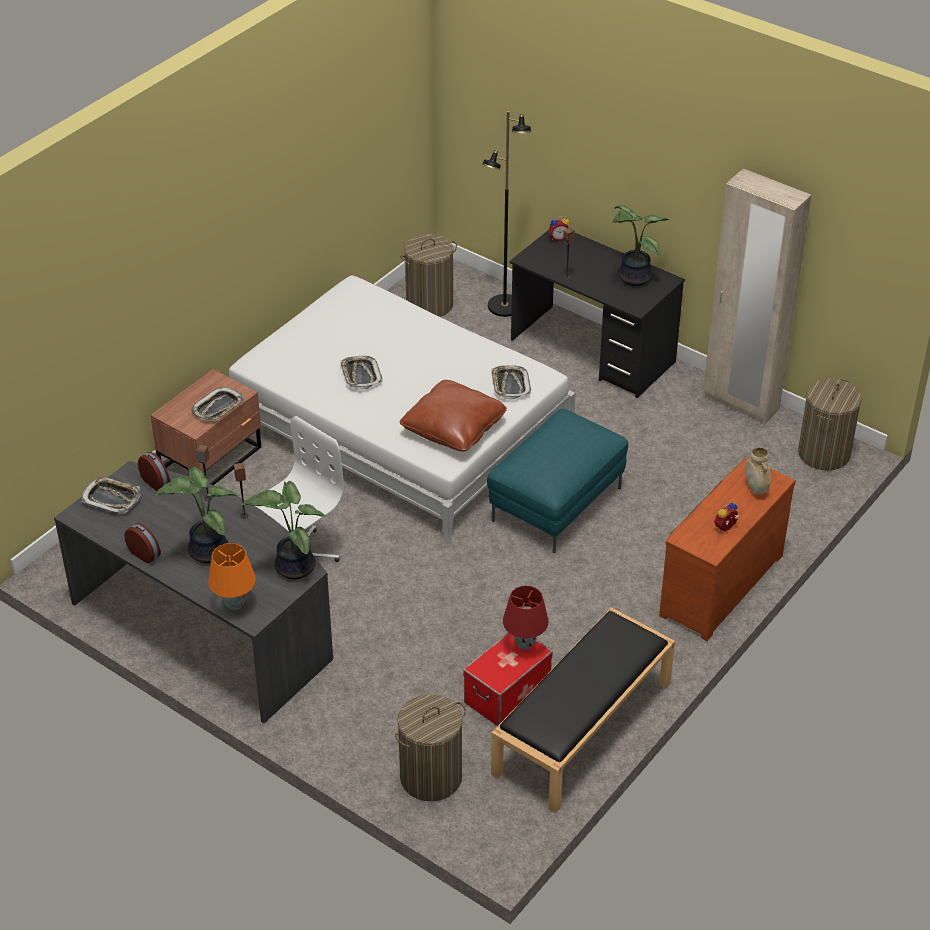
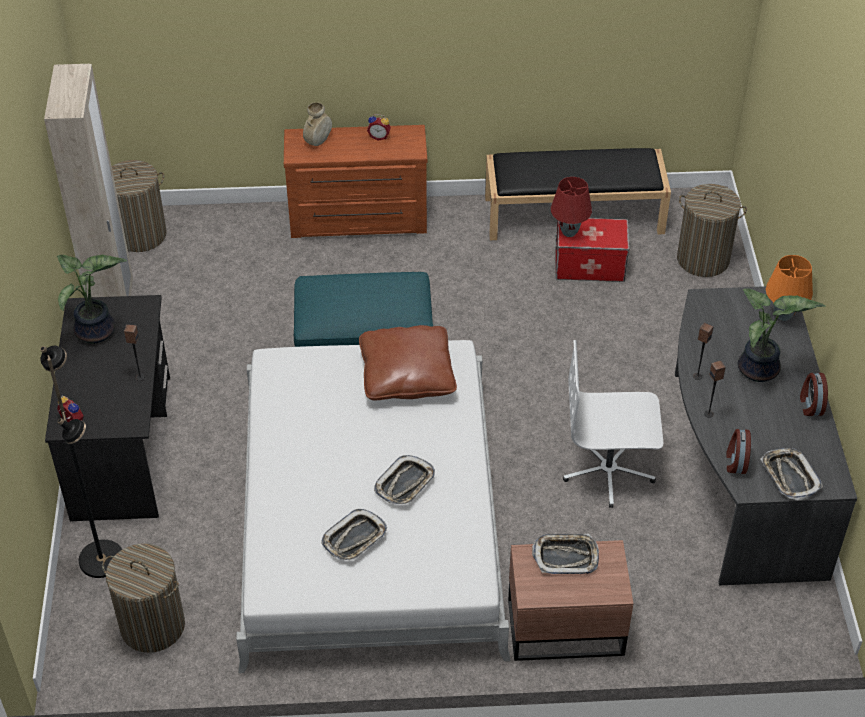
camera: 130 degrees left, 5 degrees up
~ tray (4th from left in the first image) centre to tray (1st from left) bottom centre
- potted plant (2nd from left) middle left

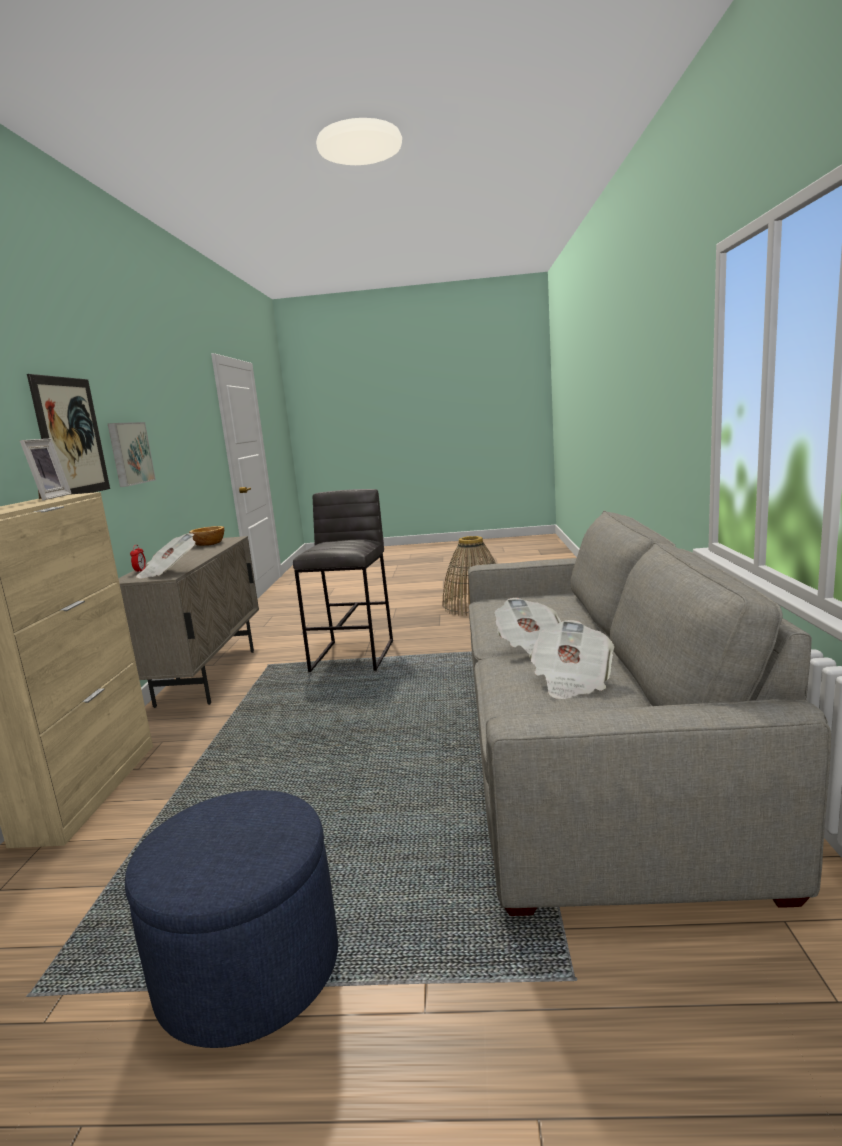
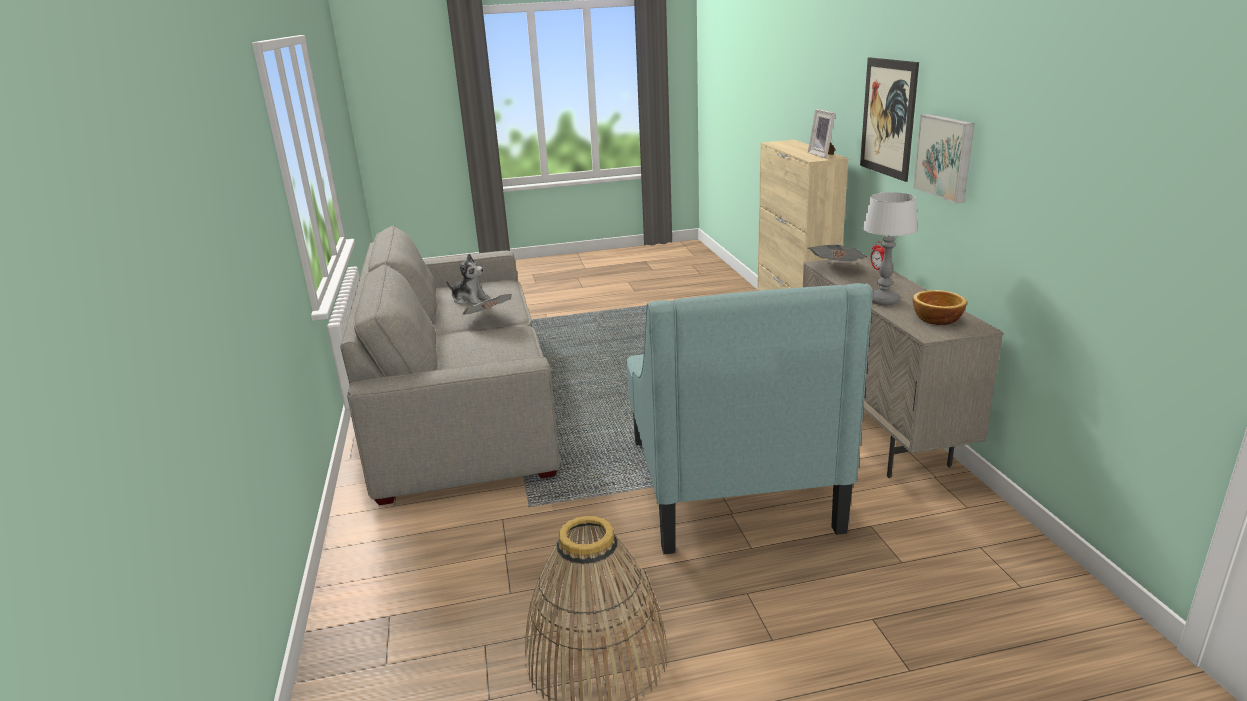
camera: 165 degrees right, 10 degrees up
~ newspaper (3rd from left) middle right to plush toy centre
~ stool/grey centre to armchair/turquoise centre
+ table lamp middle right
- ottoman/blue bottom left

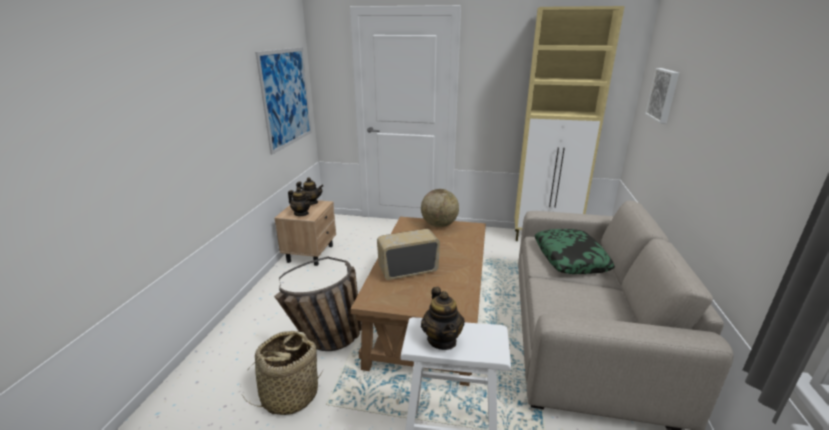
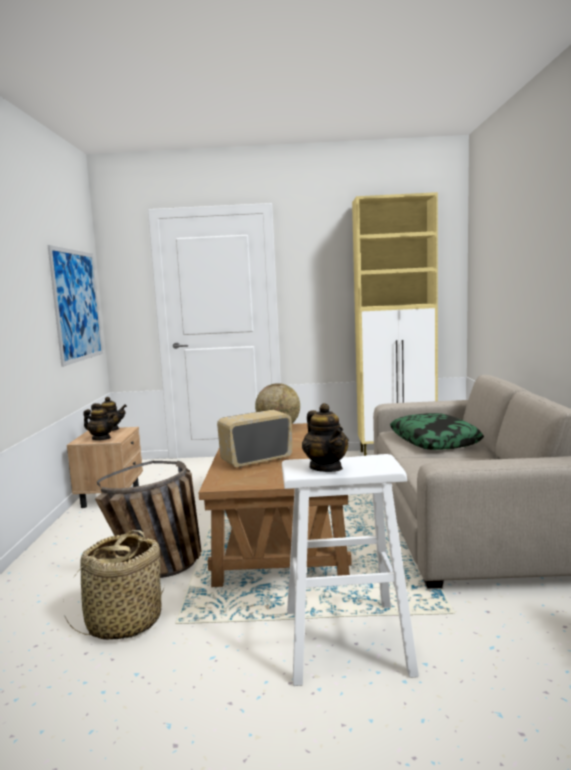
camera: 10 degrees left, 15 degrees down
- picture (2nd from left) top right

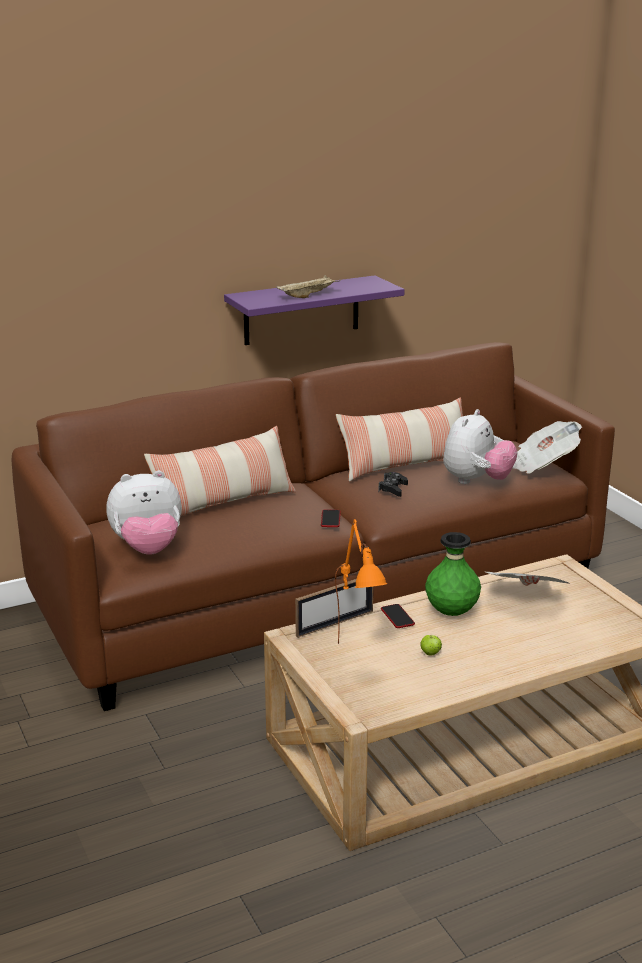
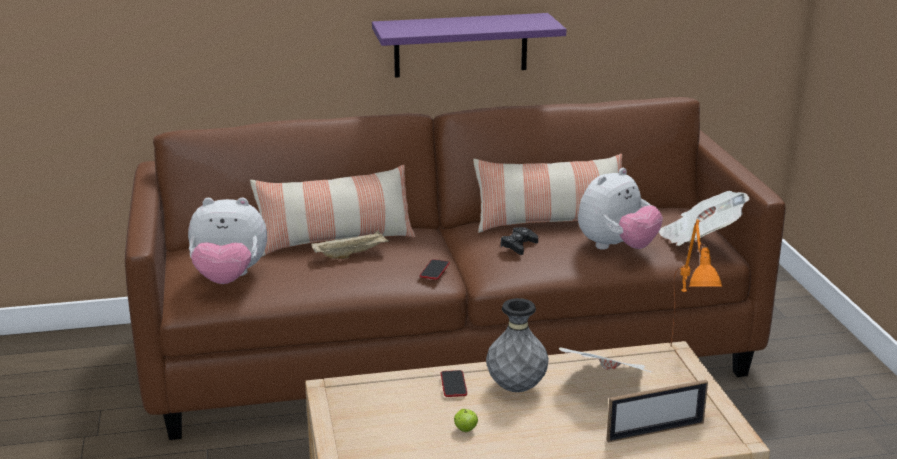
camera: 15 degrees right, 0 degrees up
~ tray/beige top centre to centre
~ vase/green middle right to vase/grey bottom centre
~ picture frame centre to bottom right
~ table lamp/orange centre to middle right

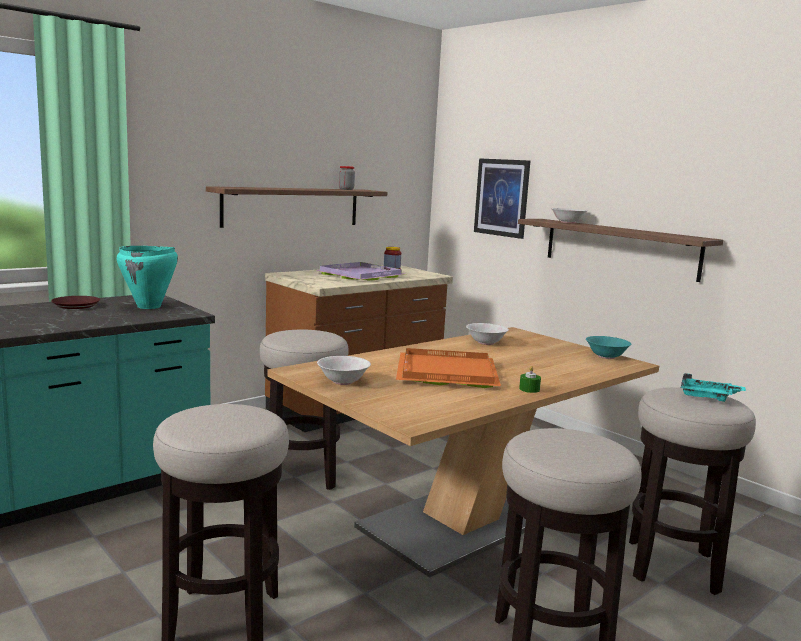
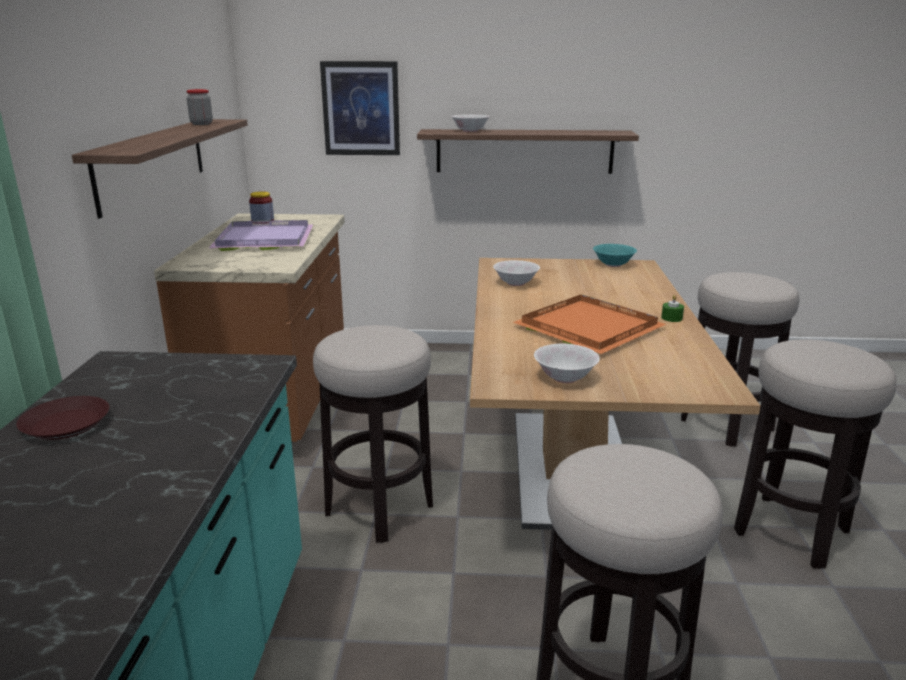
camera: 45 degrees left, 10 degrees up
- cooking pot/turquoise middle left
- tray/turquoise middle right

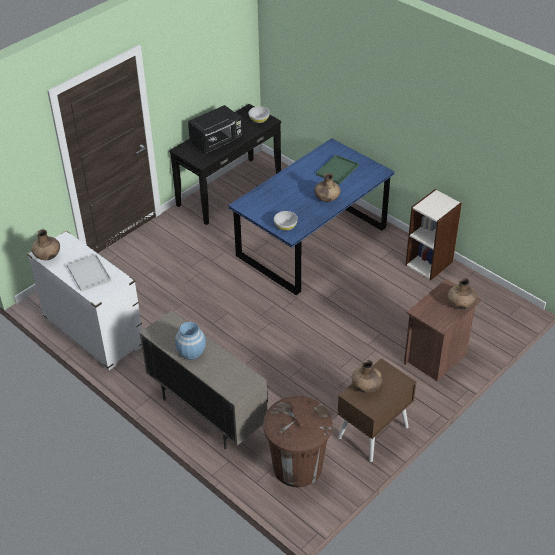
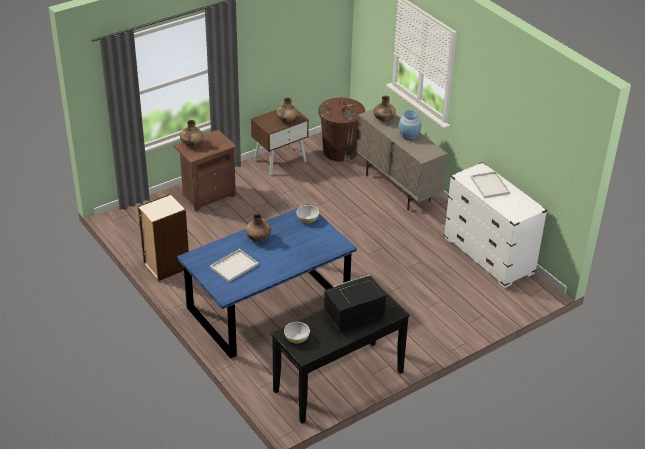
camera: 170 degrees left, 5 degrees down
~ tray/green top centre to tray/white (1st from left) centre
~ vase/brown (1st from left in the first image) middle left to vase/brown (4th from left) top centre

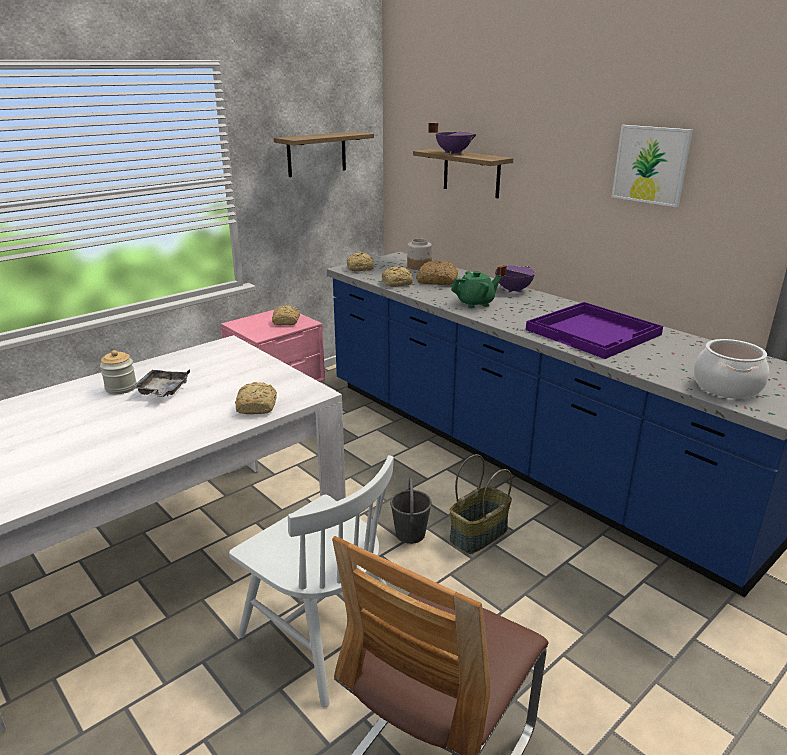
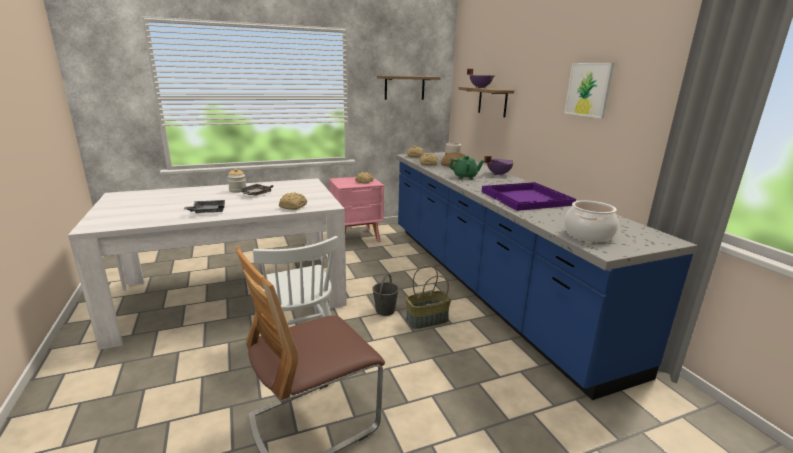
camera: 20 degrees right, 5 degrees down
+ tray/grey (1st from left) middle left

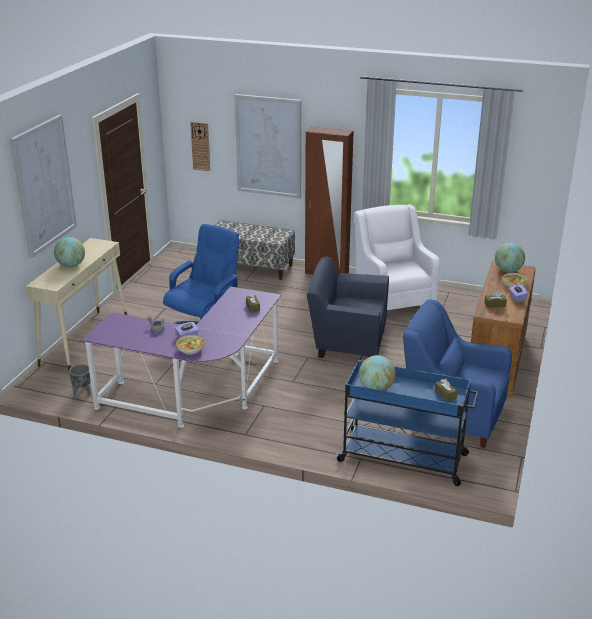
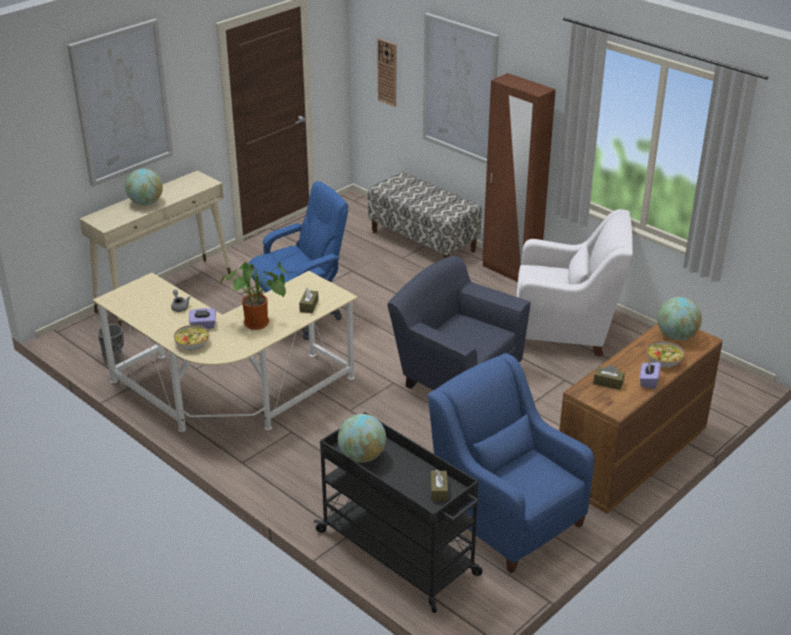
camera: 25 degrees right, 5 degrees up
~ desk/purple middle left to desk/beige middle left
+ potted plant middle left
~ cart/blue bottom right to cart/black bottom centre
~ armchair/white middle right = middle right 90 degrees clockwise

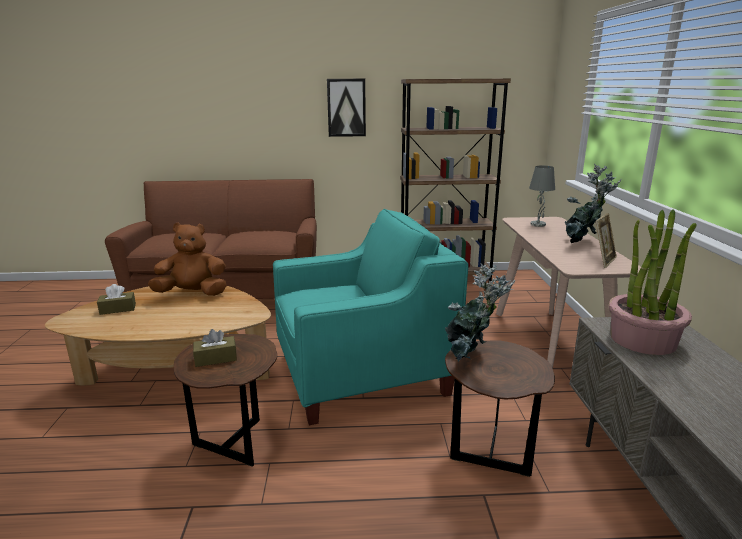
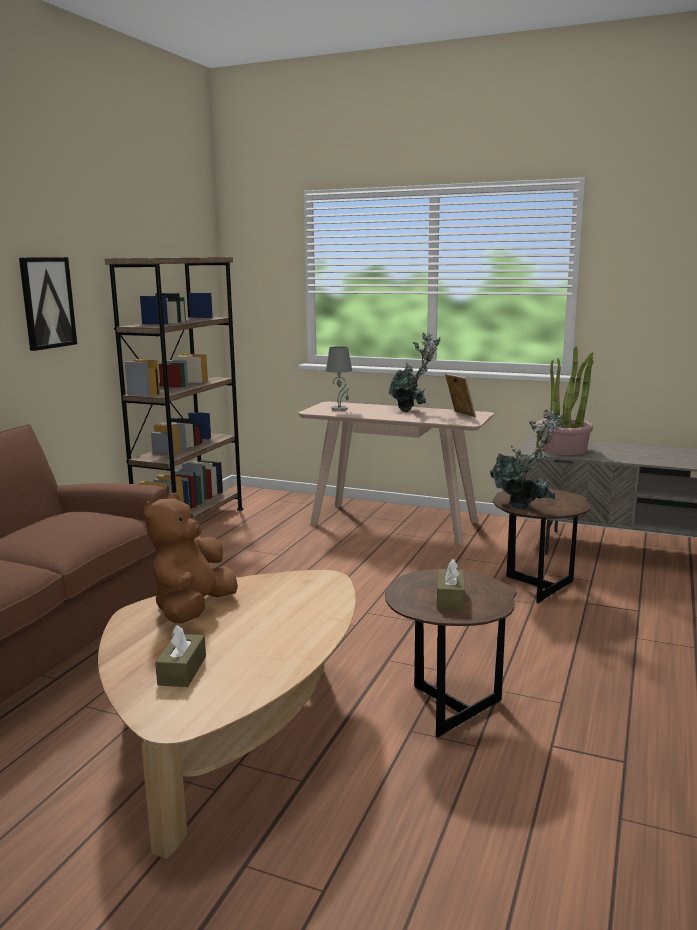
camera: 65 degrees left, 5 degrees down
- armchair/turquoise centre

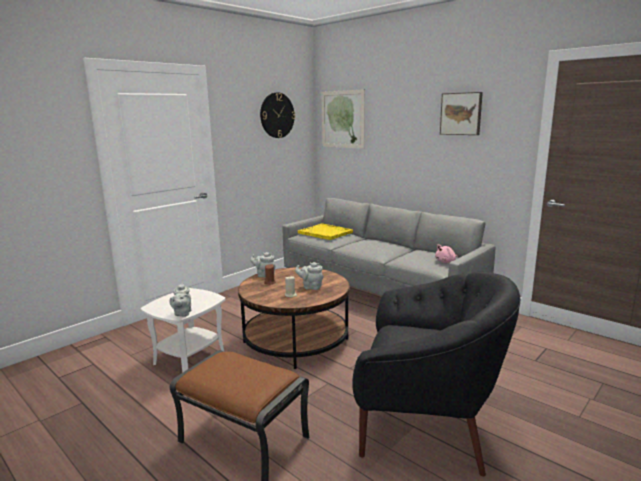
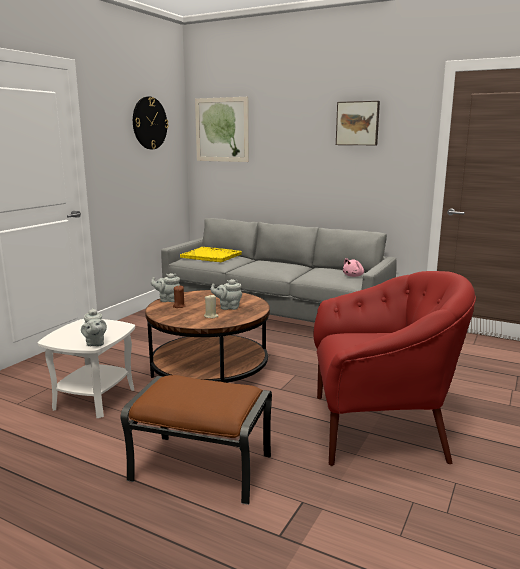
camera: 15 degrees left, 0 degrees up
~ armchair/black bottom right to armchair/red middle right

